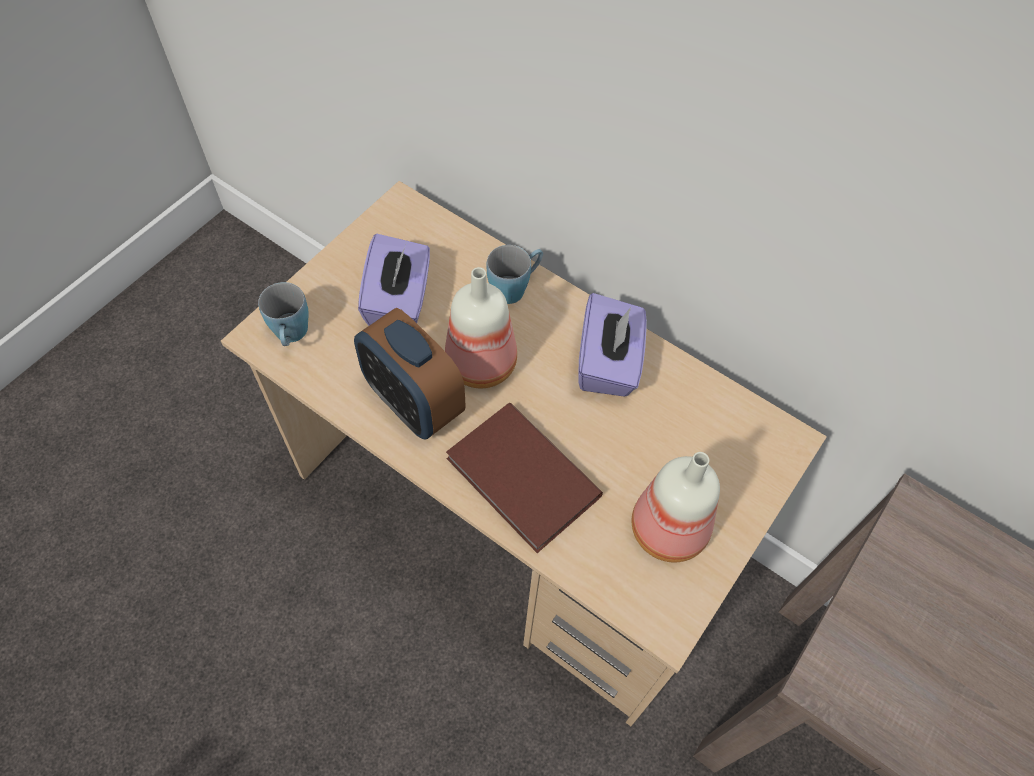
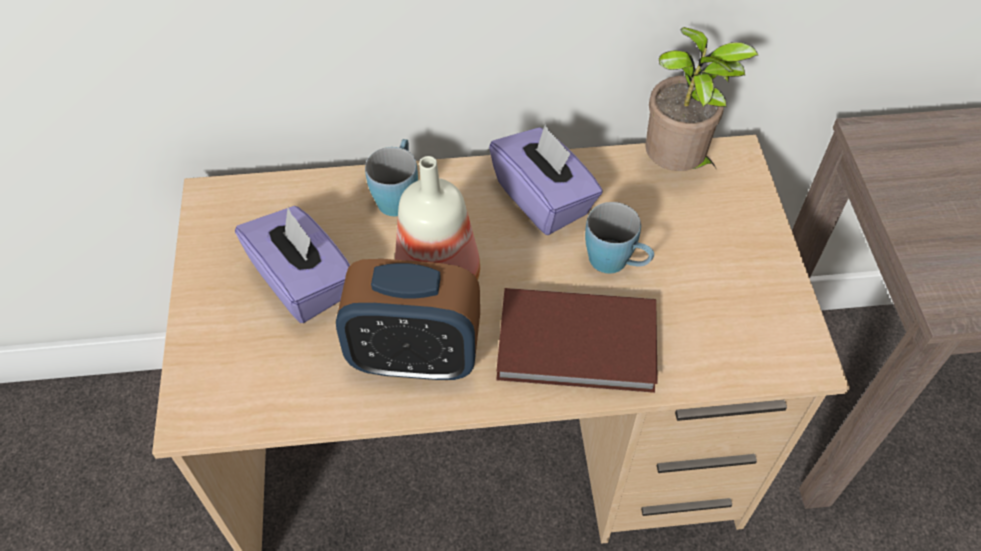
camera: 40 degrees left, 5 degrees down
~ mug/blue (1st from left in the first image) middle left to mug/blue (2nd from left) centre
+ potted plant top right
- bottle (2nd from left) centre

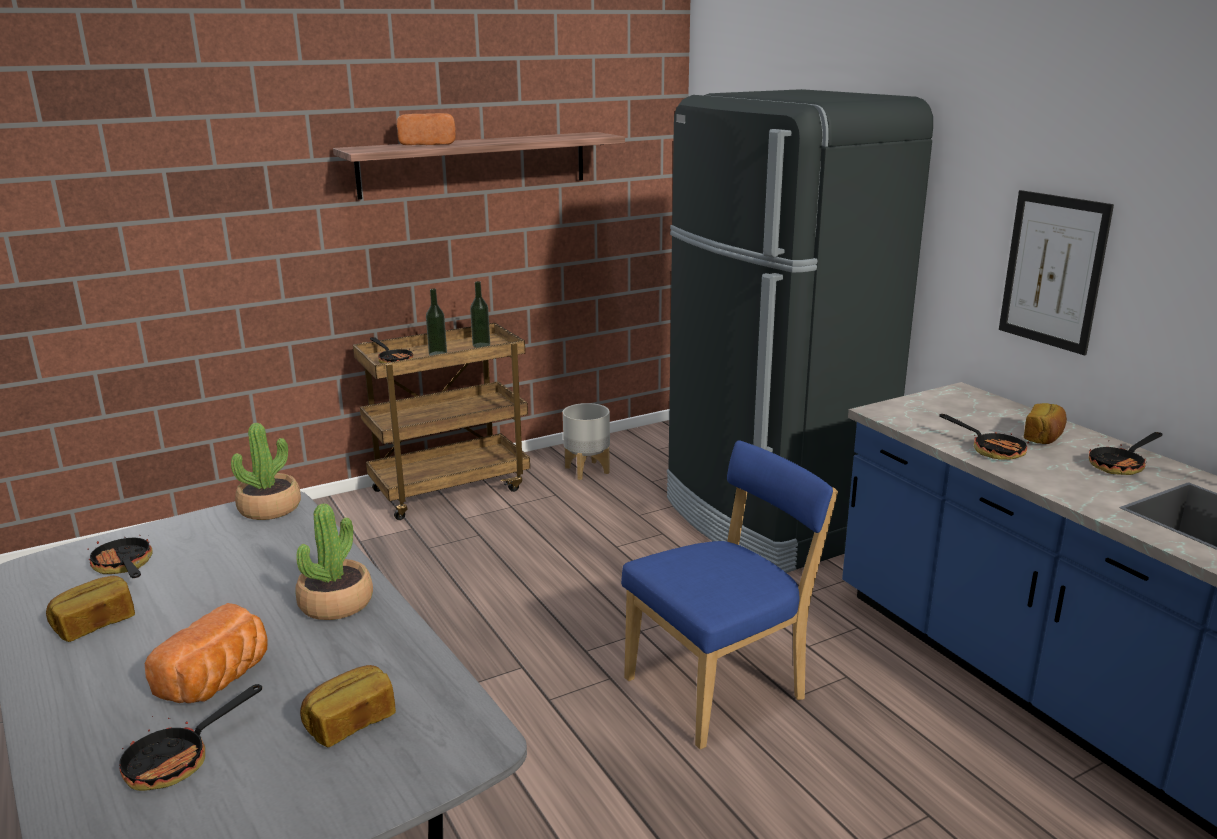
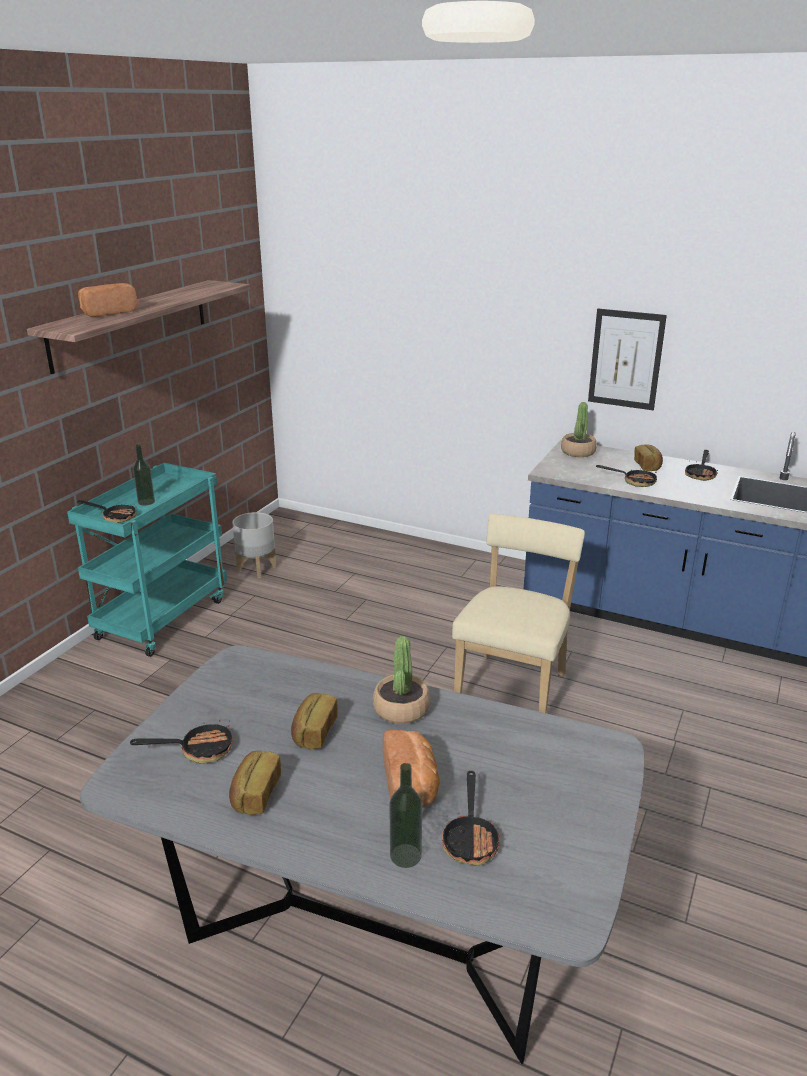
camera: 35 degrees left, 5 degrees up
~ cart/brown centre to cart/turquoise middle left
~ frying pan (1st from left in the first image) middle left = bottom left 150 degrees clockwise
~ bread (3rd from left) bottom left to bottom centre
~ bottle (2nd from left) centre to bottom centre
~ chair/blue bottom centre to chair/beige centre
~ potted plant (1st from left in the first image) middle left to potted plant (2nd from left) middle right
- fridge/black centre

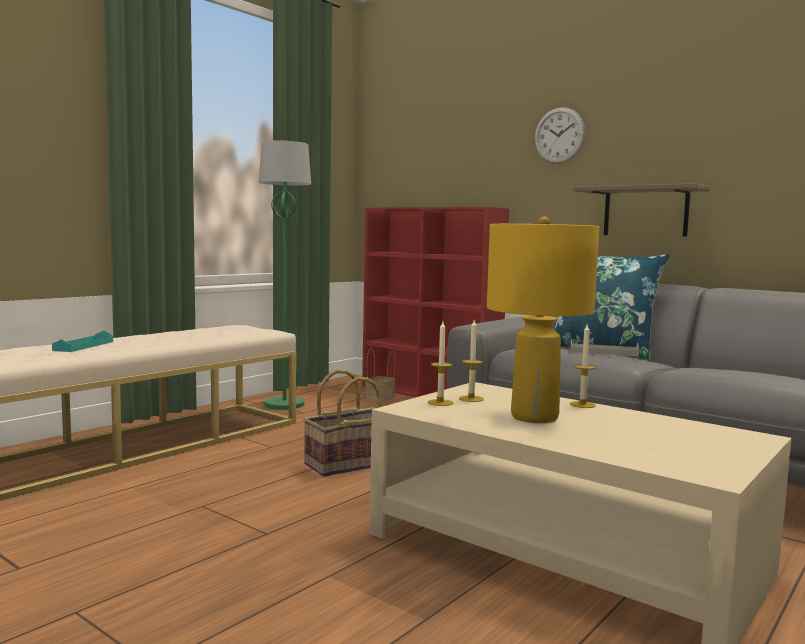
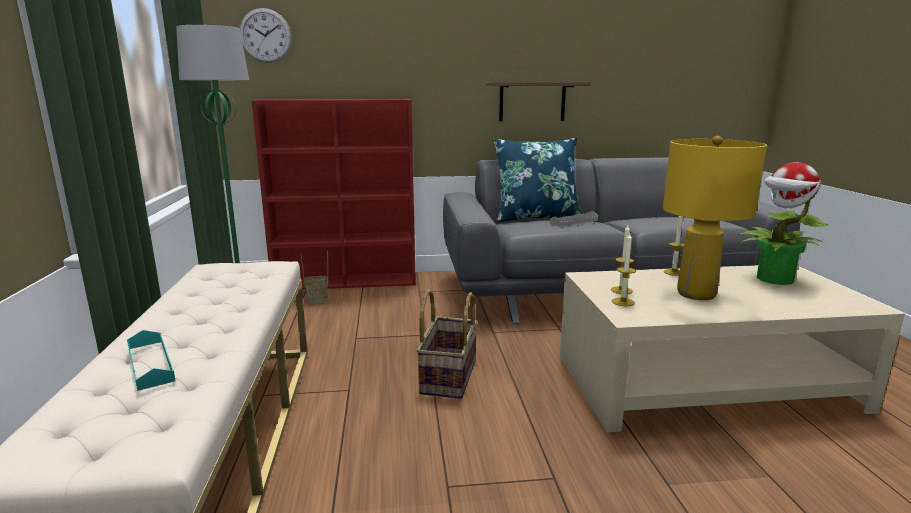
camera: 45 degrees left, 10 degrees up
~ wall clock top right to top left
+ potted plant middle right

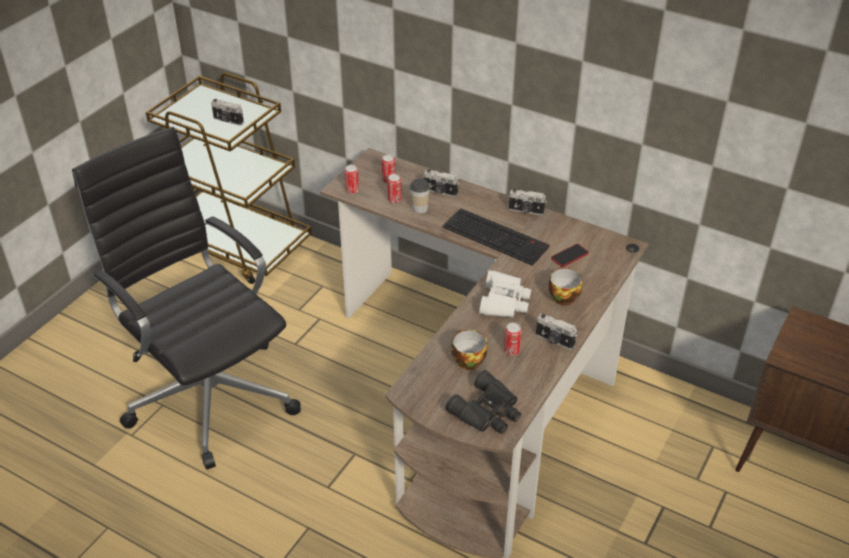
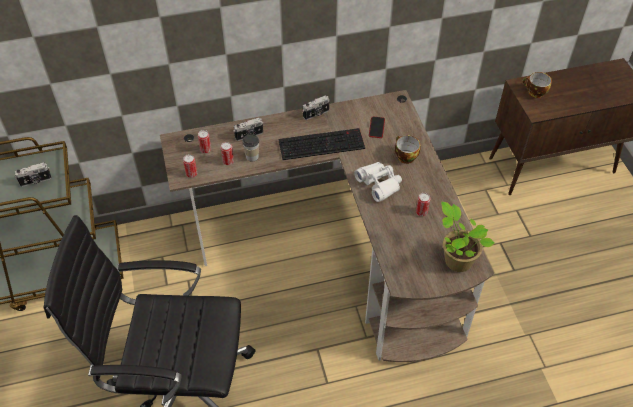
camera: 45 degrees left, 10 degrees up
~ binoculars/black bottom centre to potted plant middle right
~ cup (2nd from left in the first image) centre to cup (3rd from left) top right
- photo camera (4th from left) centre

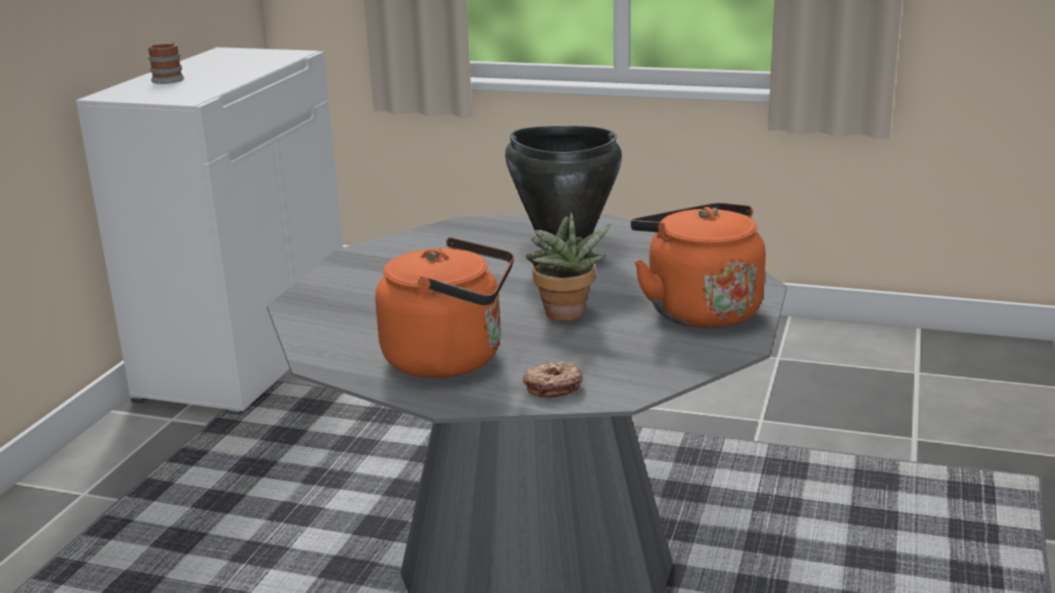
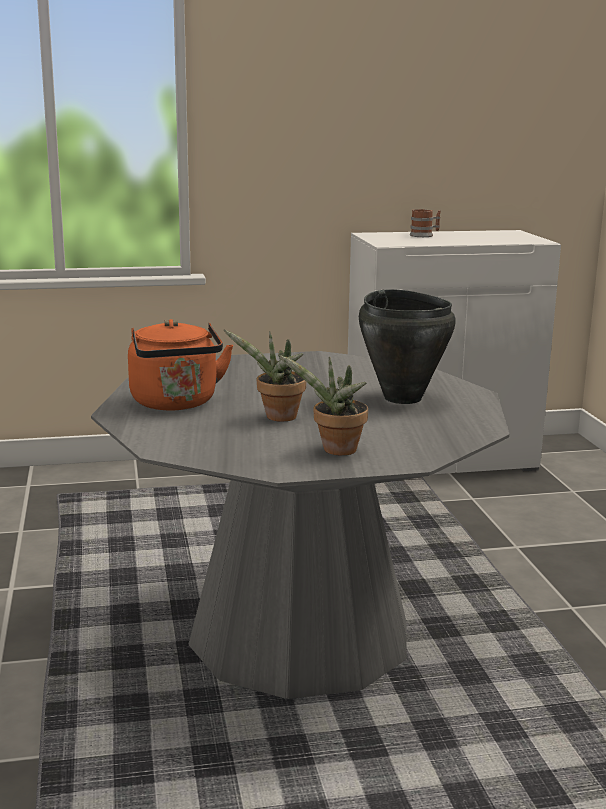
camera: 60 degrees right, 5 degrees down
~ kettle/orange (2nd from left) centre to potted plant (2nd from left) centre
- donut centre

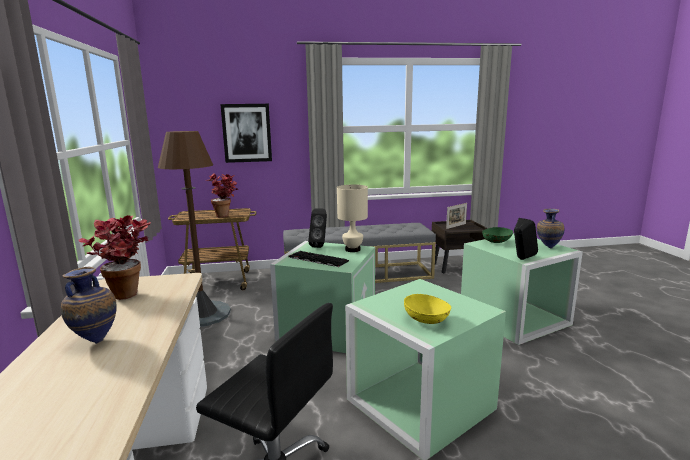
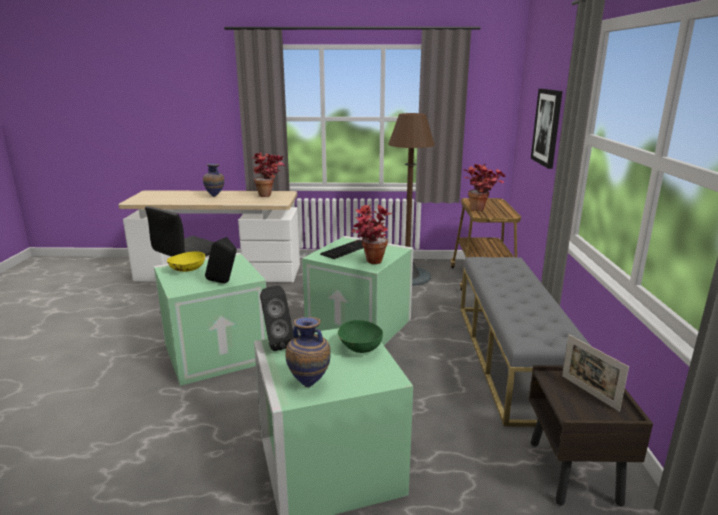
camera: 100 degrees right, 5 degrees up
~ speaker/black (1st from left) centre to middle left
~ table lamp/beige centre to potted plant (2nd from left) centre

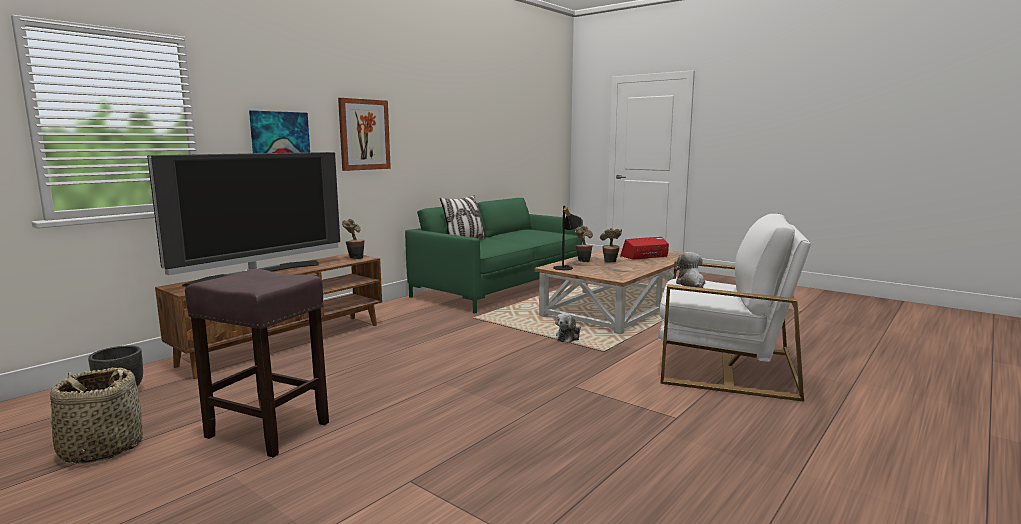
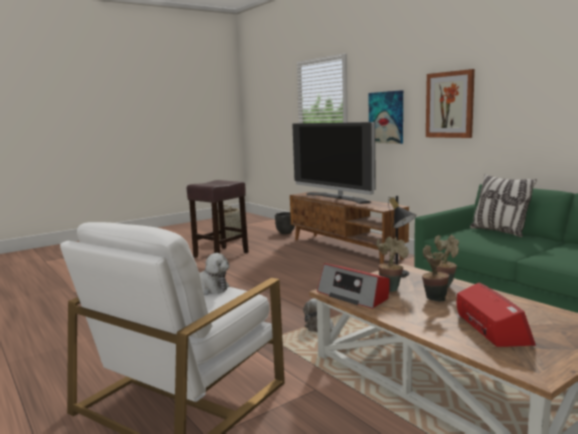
camera: 105 degrees right, 0 degrees up
+ radio (1st from left) centre
~ potted plant (1st from left) centre to middle right

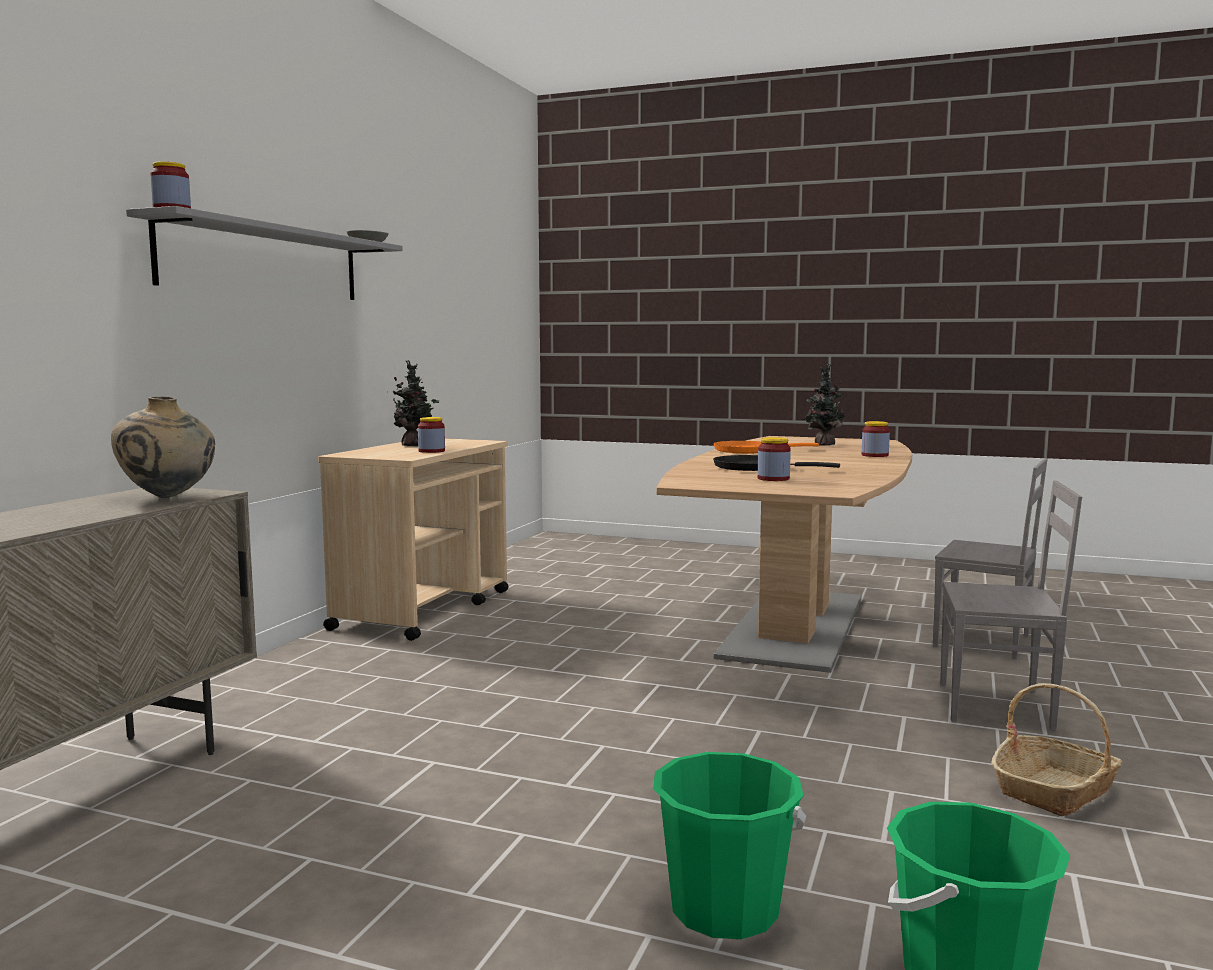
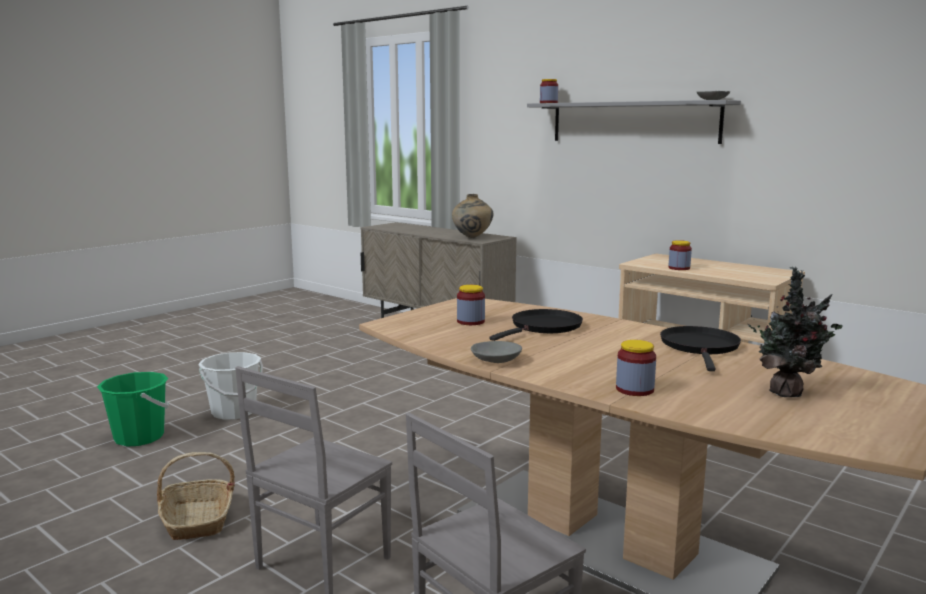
camera: 110 degrees right, 5 degrees up
~ bucket/green (1st from left) bottom centre to bucket/white middle left
+ bowl/grey (1st from left) centre
~ frying pan/orange centre to frying pan/black (2nd from left) middle right
- potted plant (1st from left) centre

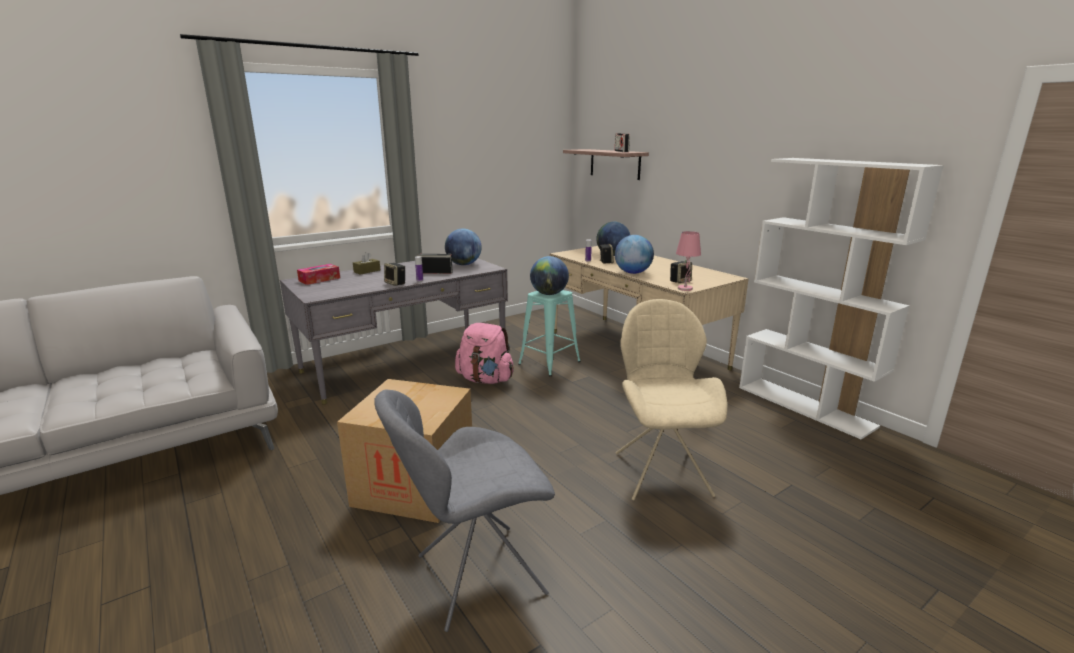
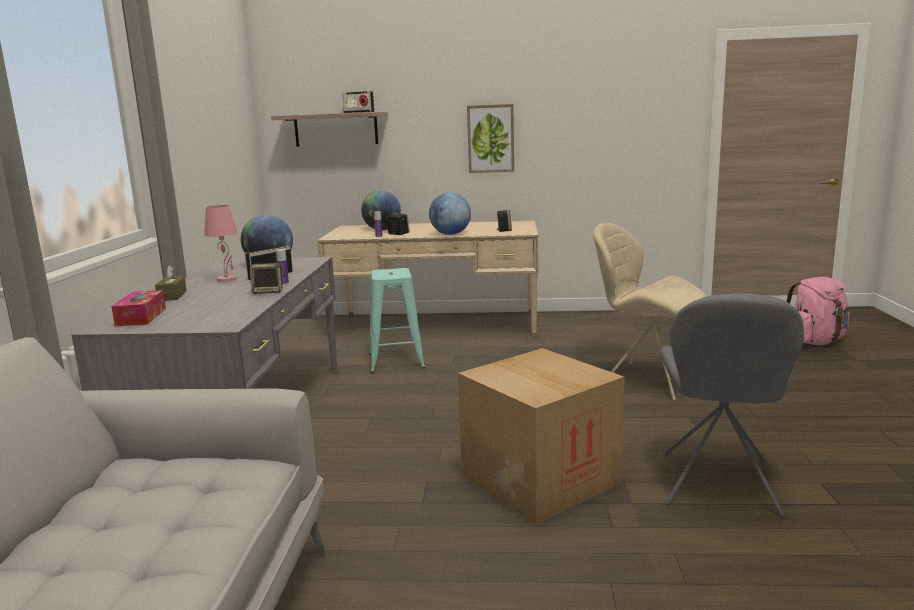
camera: 50 degrees left, 5 degrees down
~ table lamp/pink centre to middle left
+ picture top centre
~ backpack/pink centre to middle right
- globe (2nd from left) centre
- bookcase/white middle right

